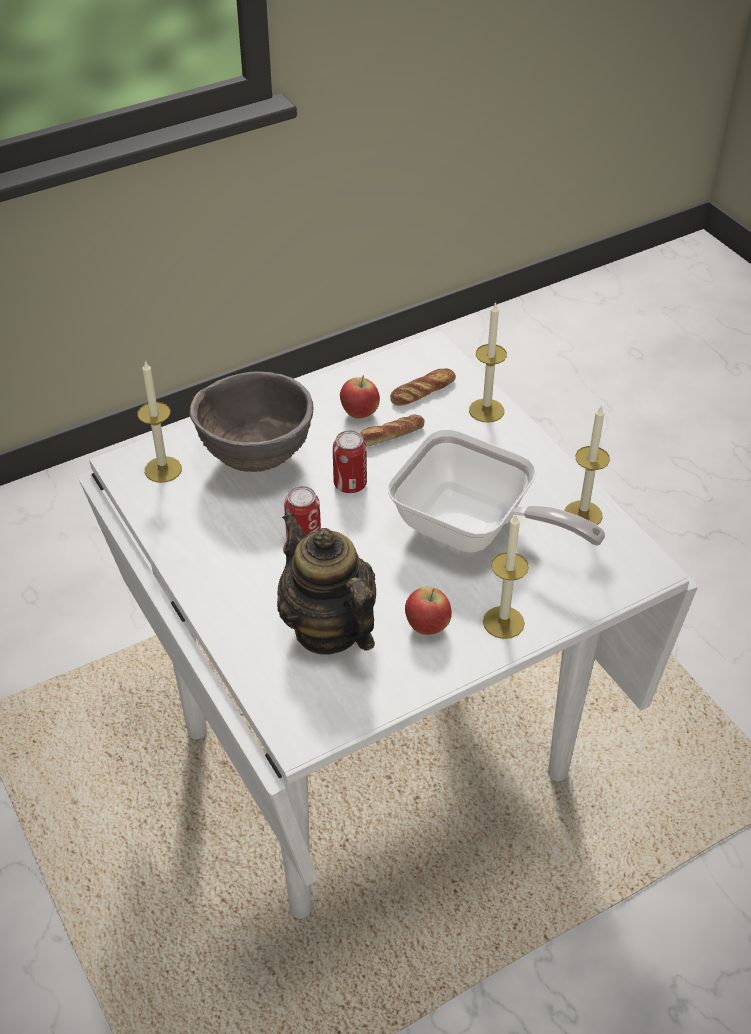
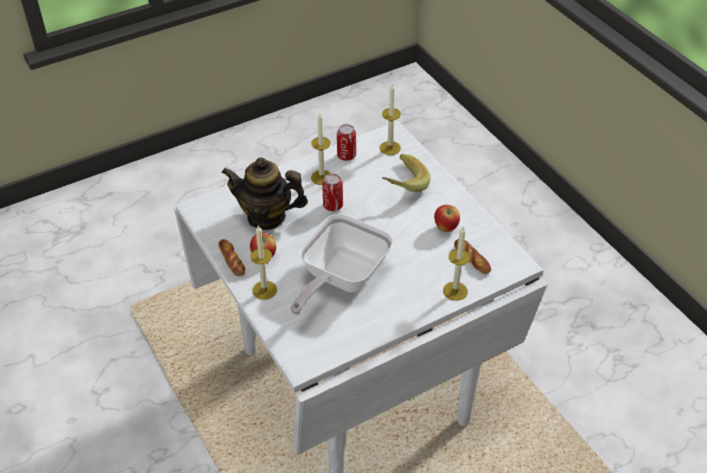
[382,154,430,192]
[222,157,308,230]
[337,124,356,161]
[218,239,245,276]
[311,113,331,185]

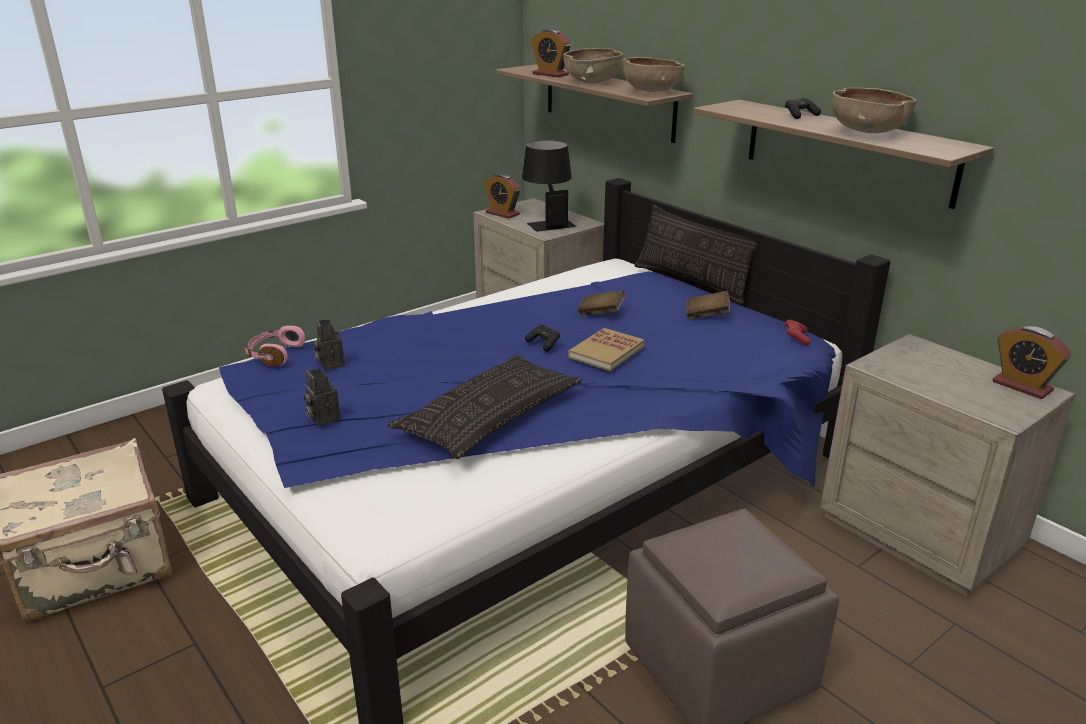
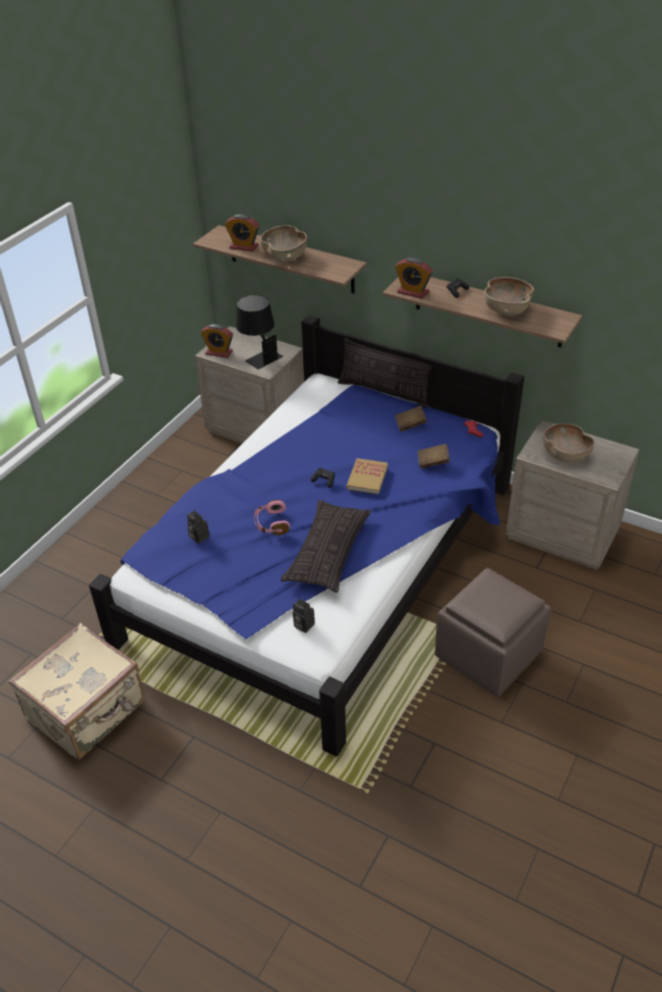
[254,500,290,535]
[293,598,315,633]
[418,444,450,469]
[543,423,595,462]
[395,258,433,299]

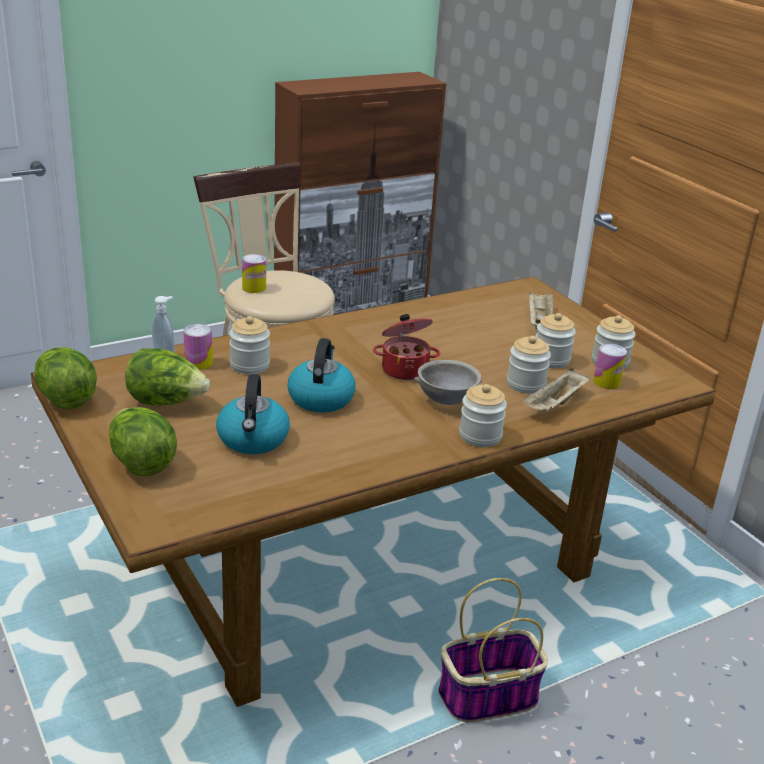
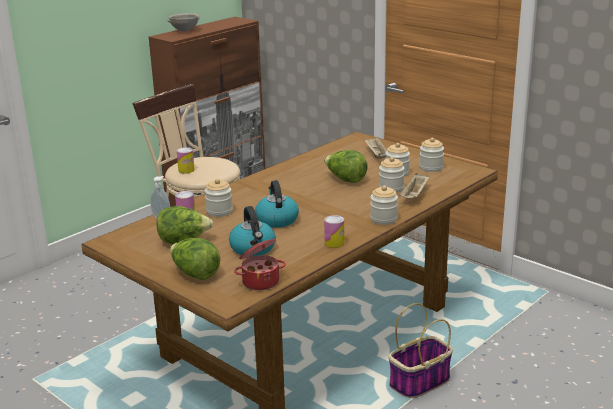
[324,150,368,183]
[234,239,286,290]
[168,13,200,31]
[324,215,344,248]

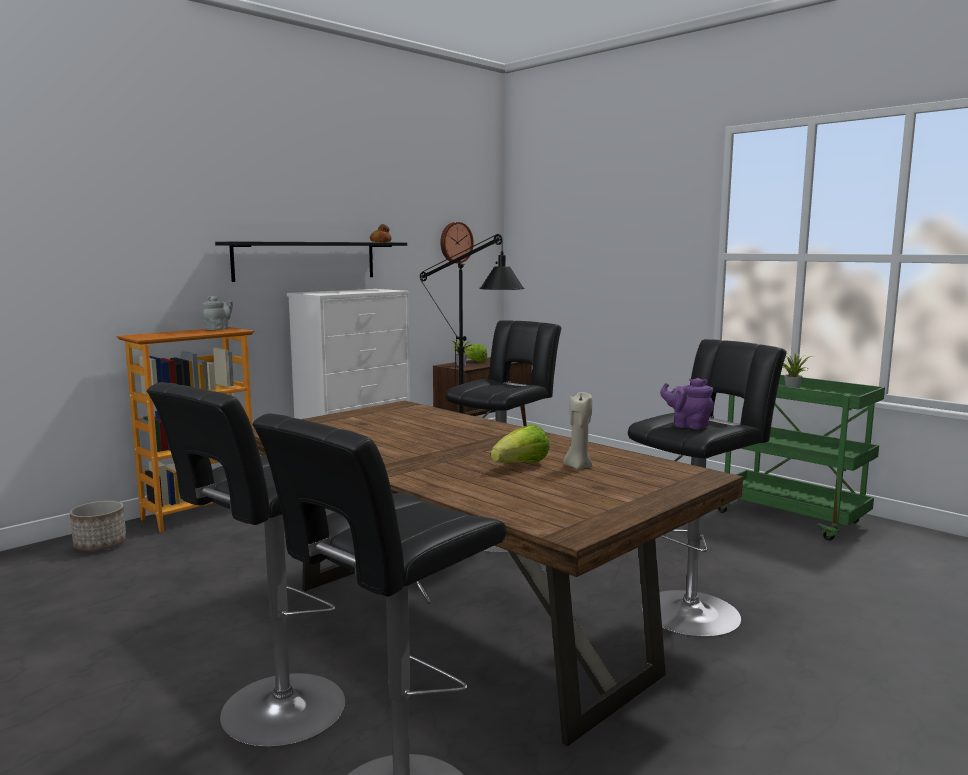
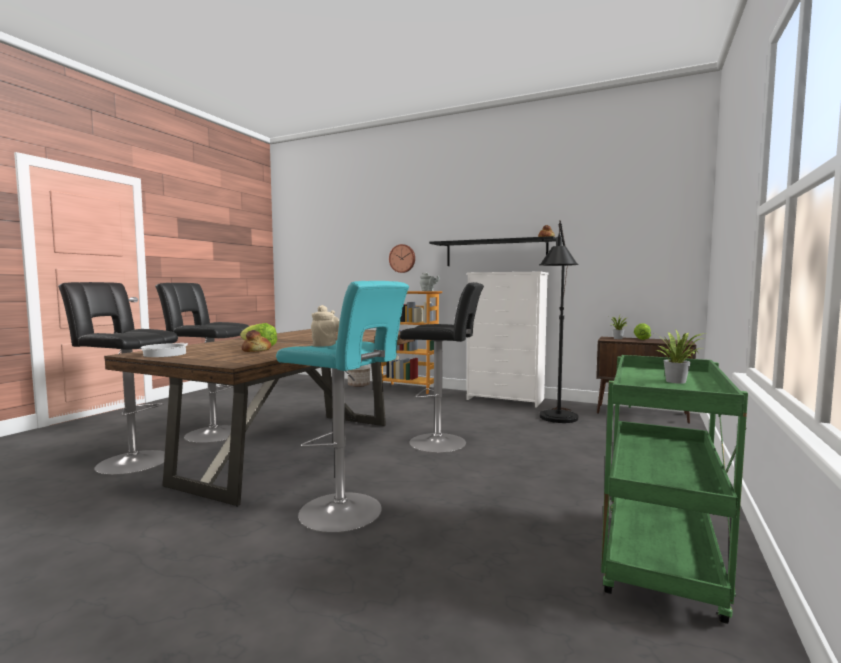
[389,244,415,273]
[242,330,271,352]
[276,281,409,533]
[311,305,340,346]
[141,343,188,357]

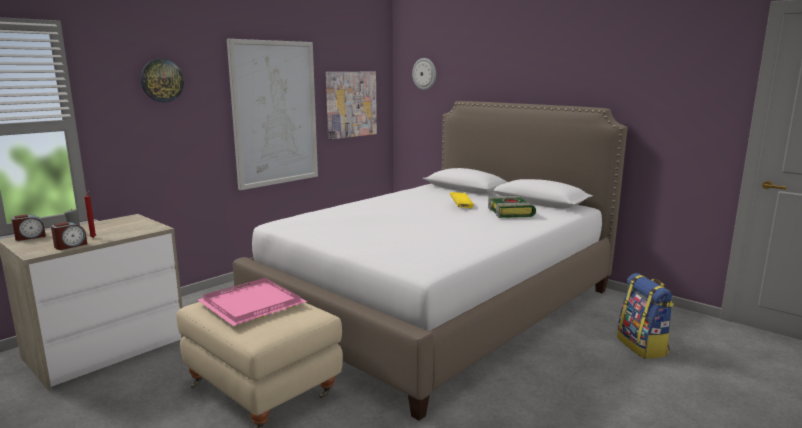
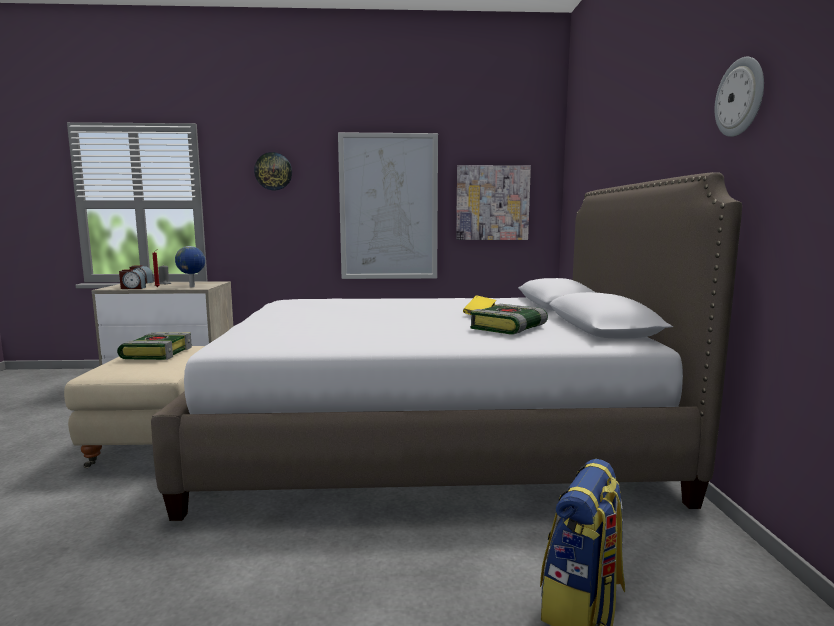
[117,332,192,360]
[715,57,764,137]
[175,246,205,287]

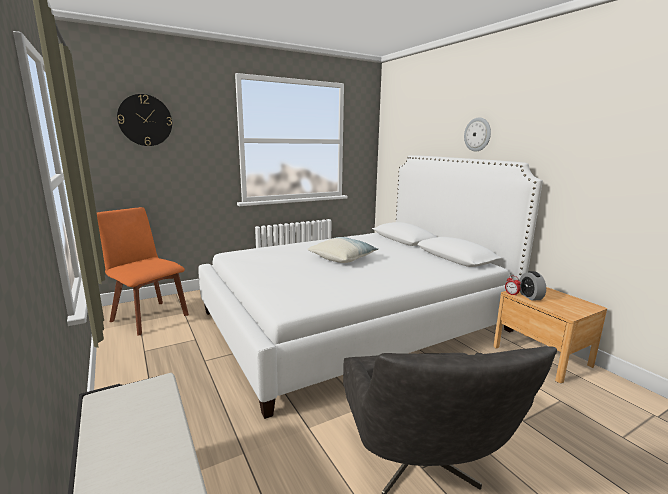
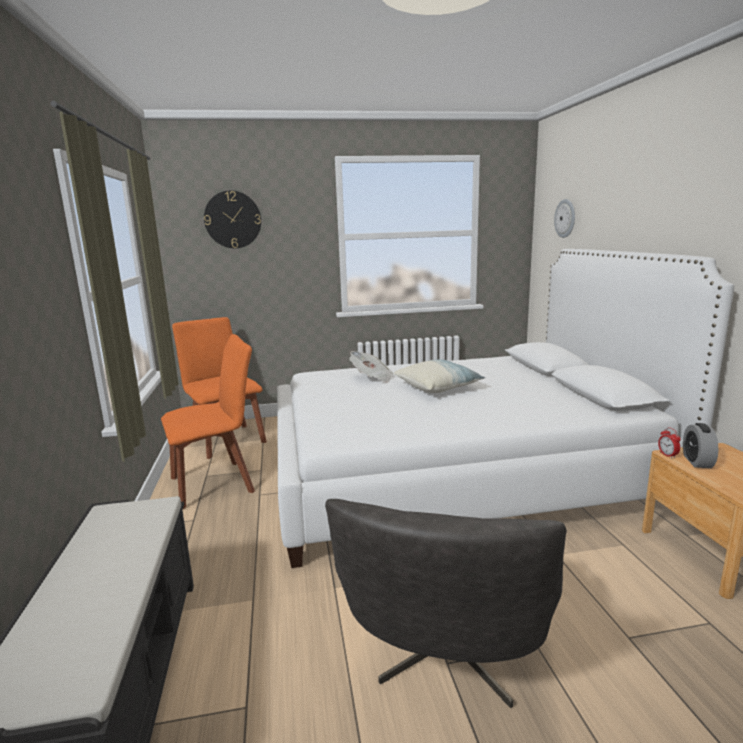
[554,199,575,238]
[161,334,255,509]
[349,351,393,382]

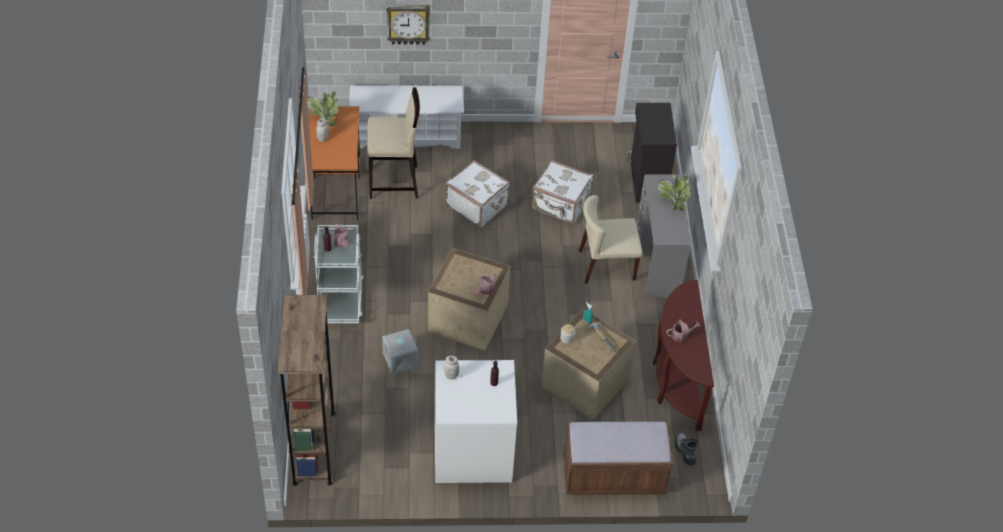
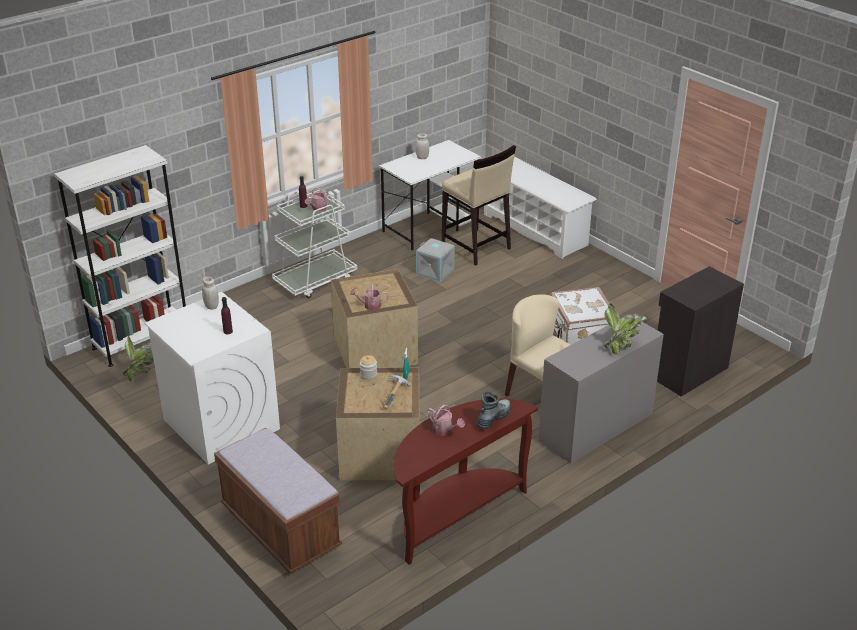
[54,145,186,367]
[123,336,154,382]
[379,140,481,250]
[416,238,455,282]
[387,5,430,45] (first image)
[446,160,510,227] (first image)
[476,391,511,429]

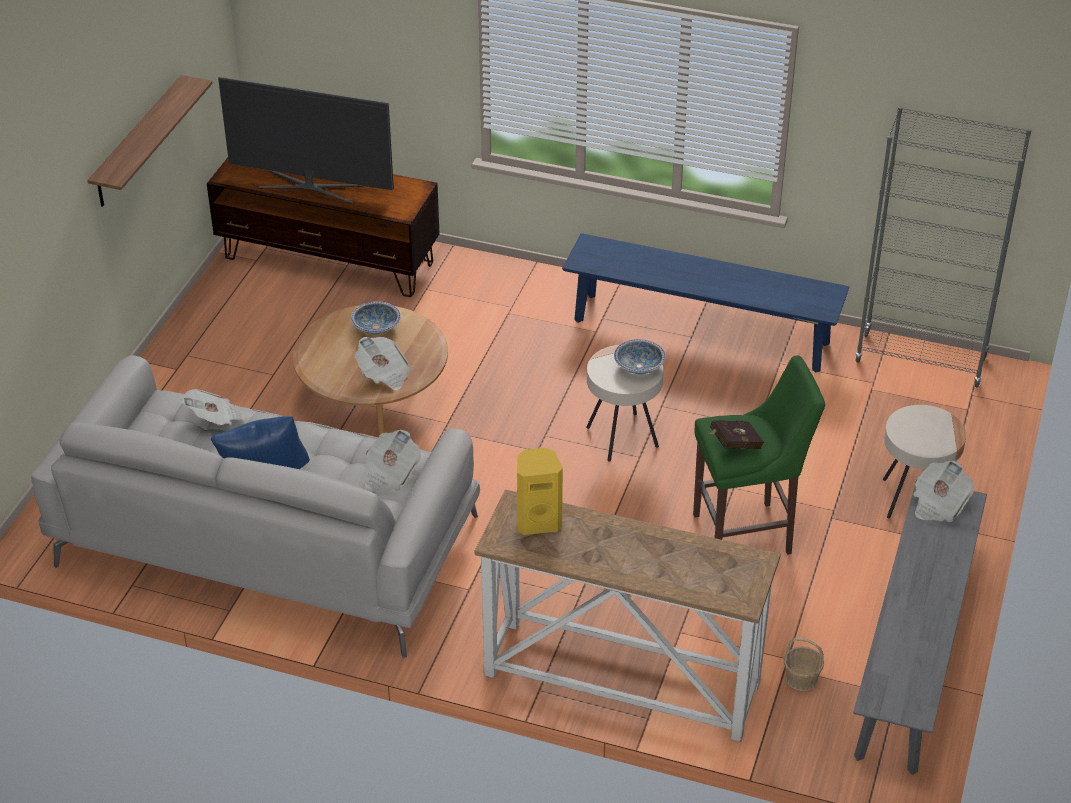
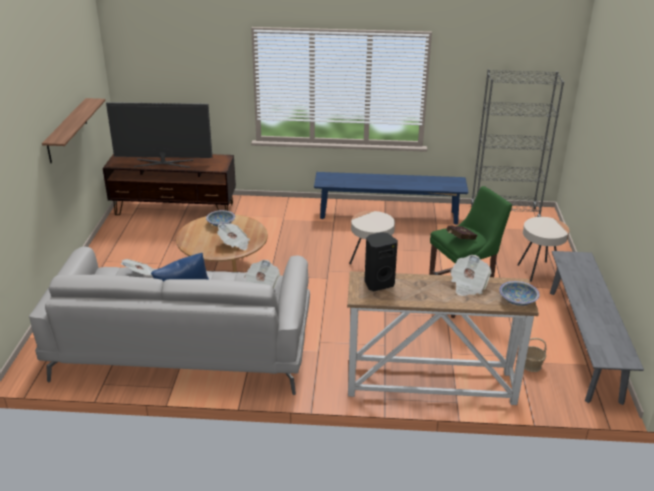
[365,232,398,291]
[499,281,540,306]
[450,255,491,296]

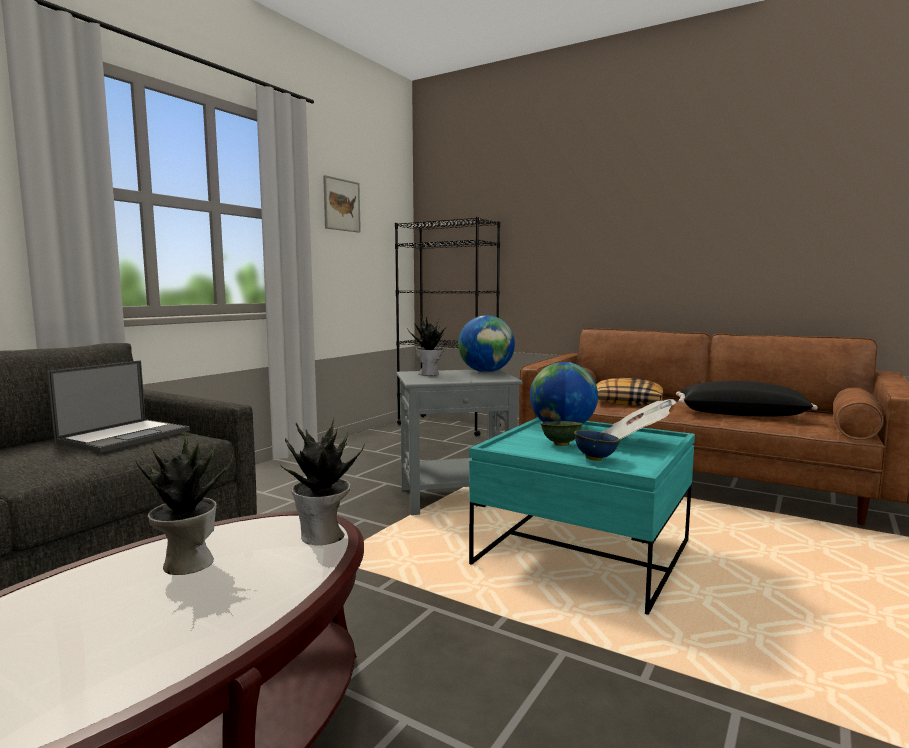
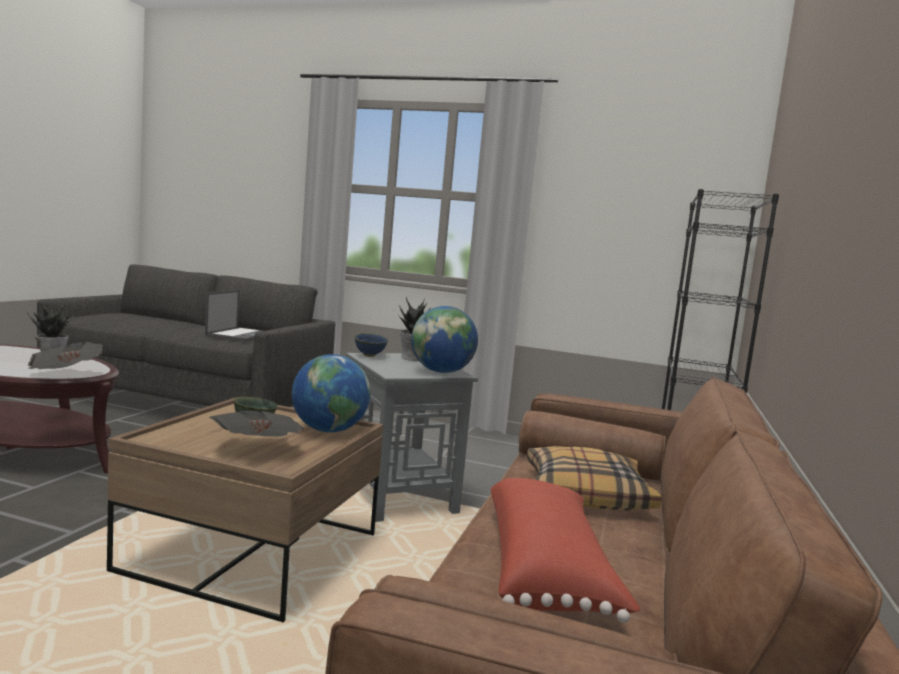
[205,290,262,342]
[28,342,103,369]
[323,175,361,233] (first image)
[107,397,383,622]
[354,333,388,357]
[490,478,640,623]

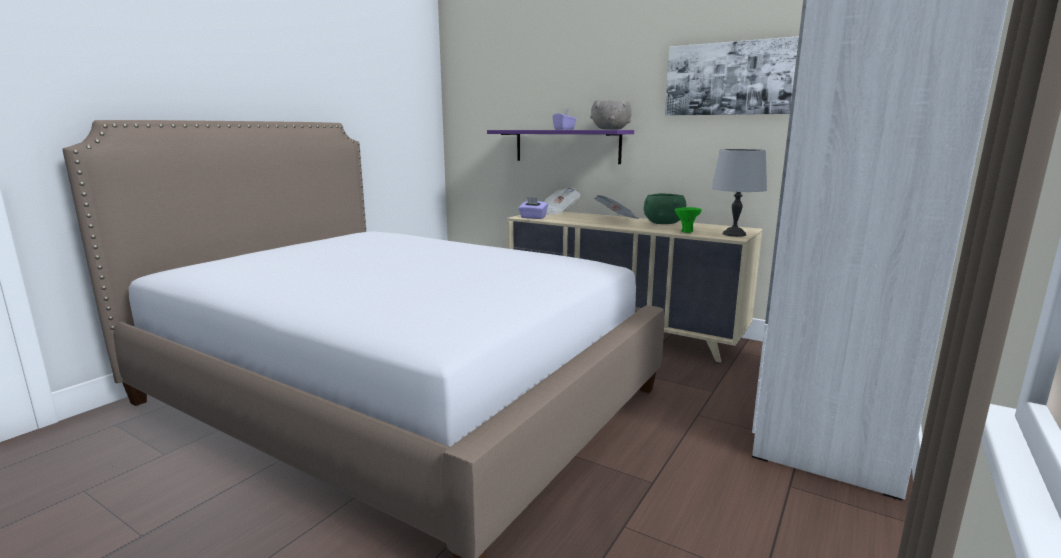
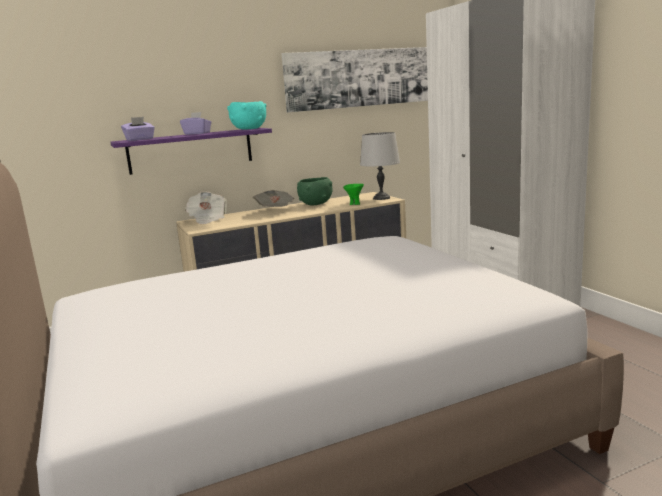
[121,117,155,141]
[227,101,267,129]

